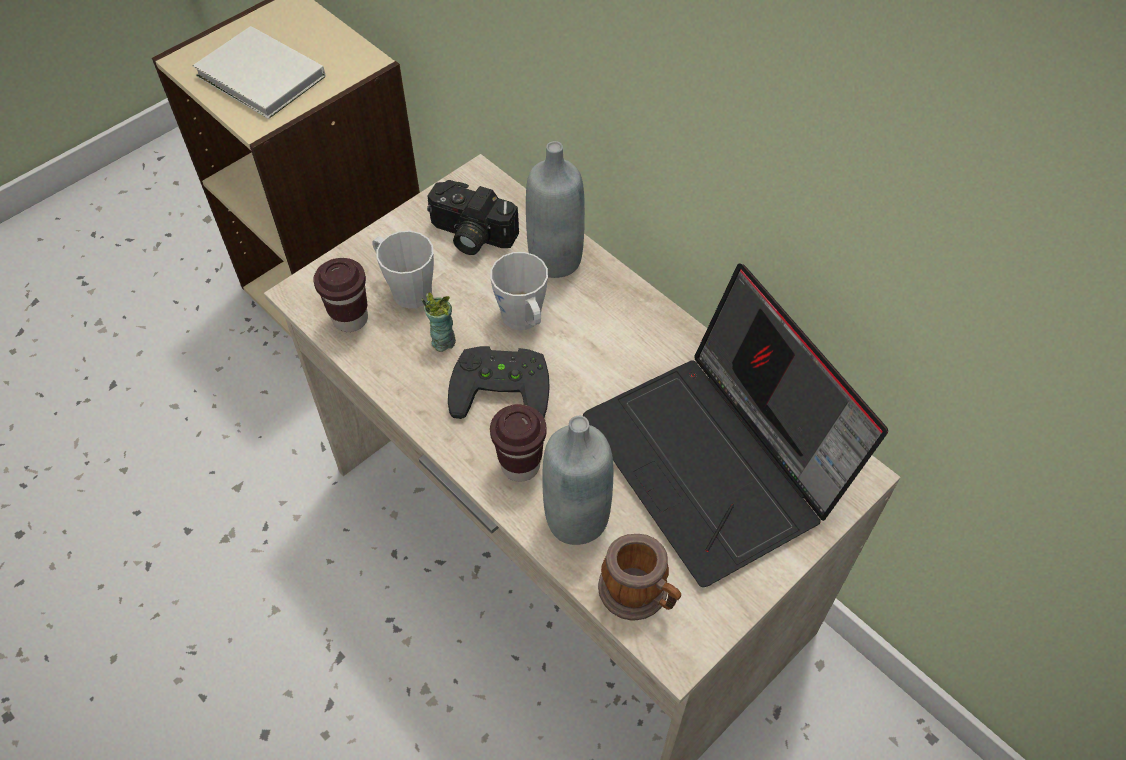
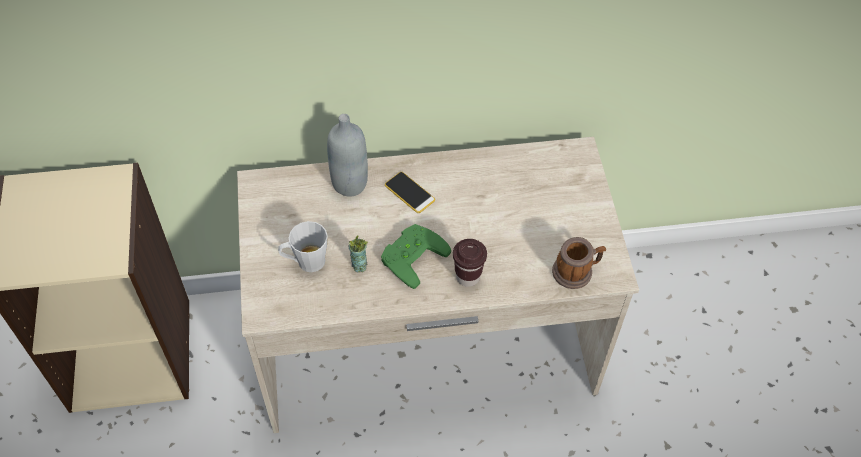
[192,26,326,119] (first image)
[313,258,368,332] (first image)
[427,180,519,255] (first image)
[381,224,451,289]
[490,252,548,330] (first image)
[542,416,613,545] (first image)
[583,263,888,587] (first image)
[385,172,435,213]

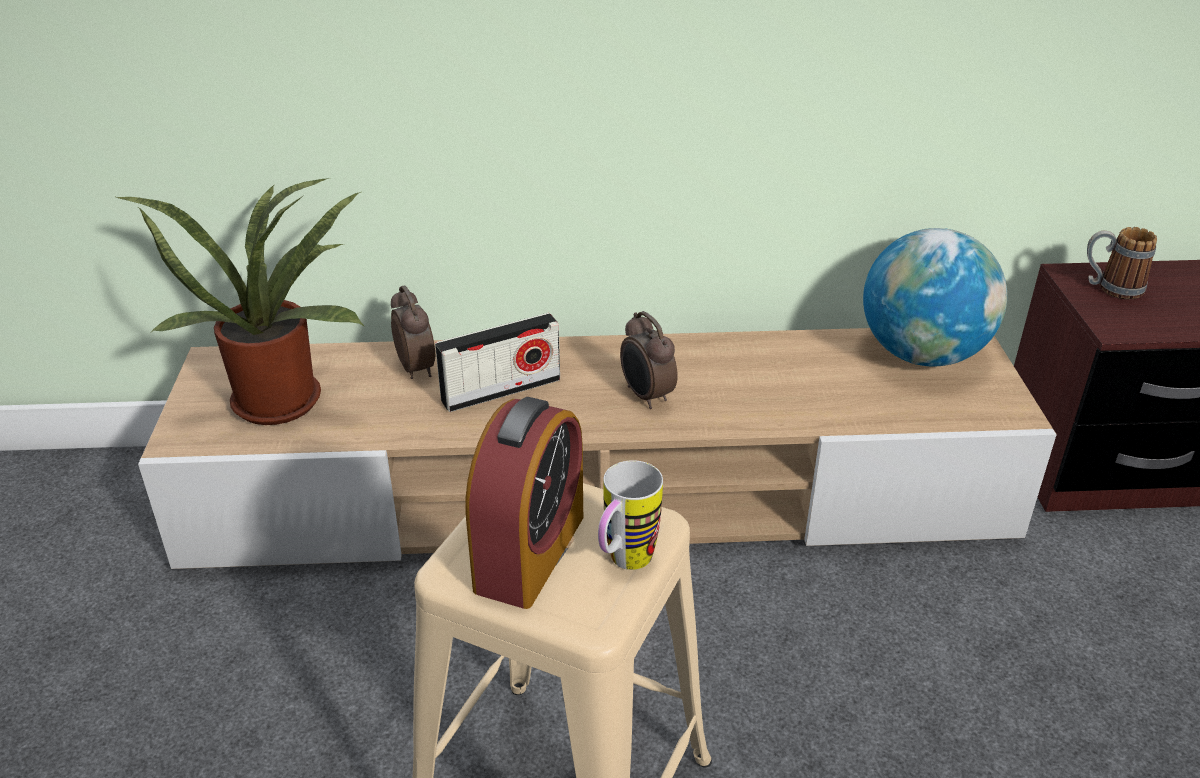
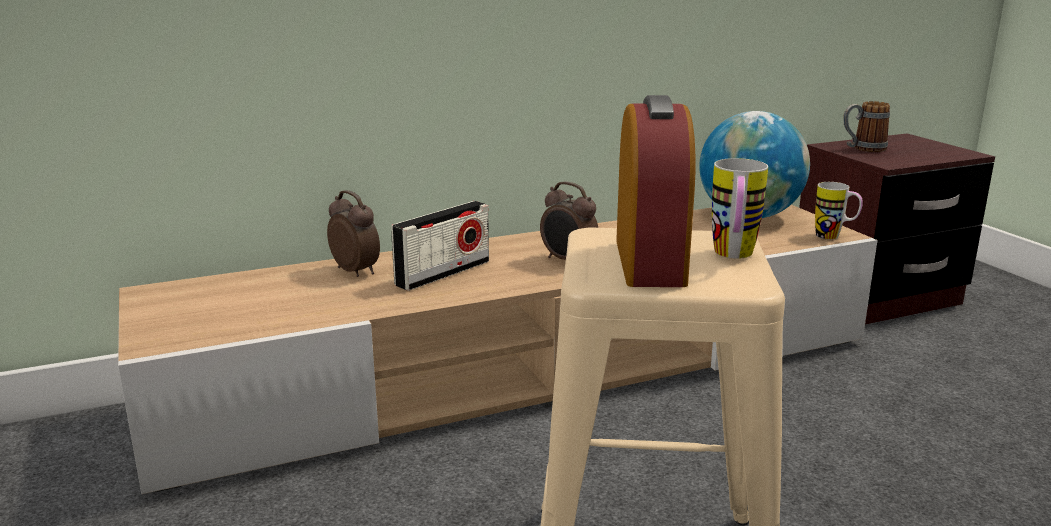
[114,178,365,425] (first image)
[815,182,863,239]

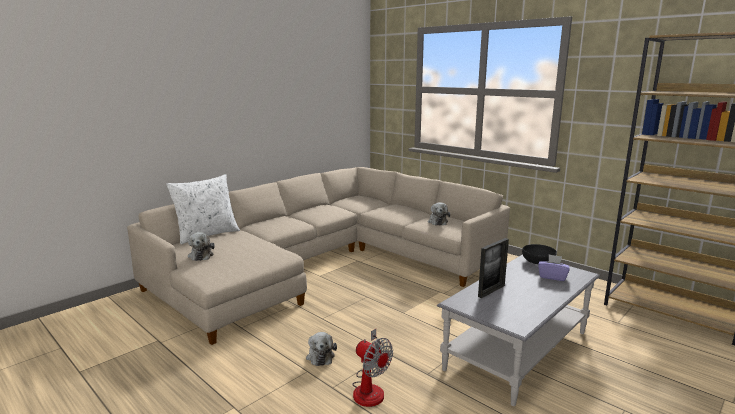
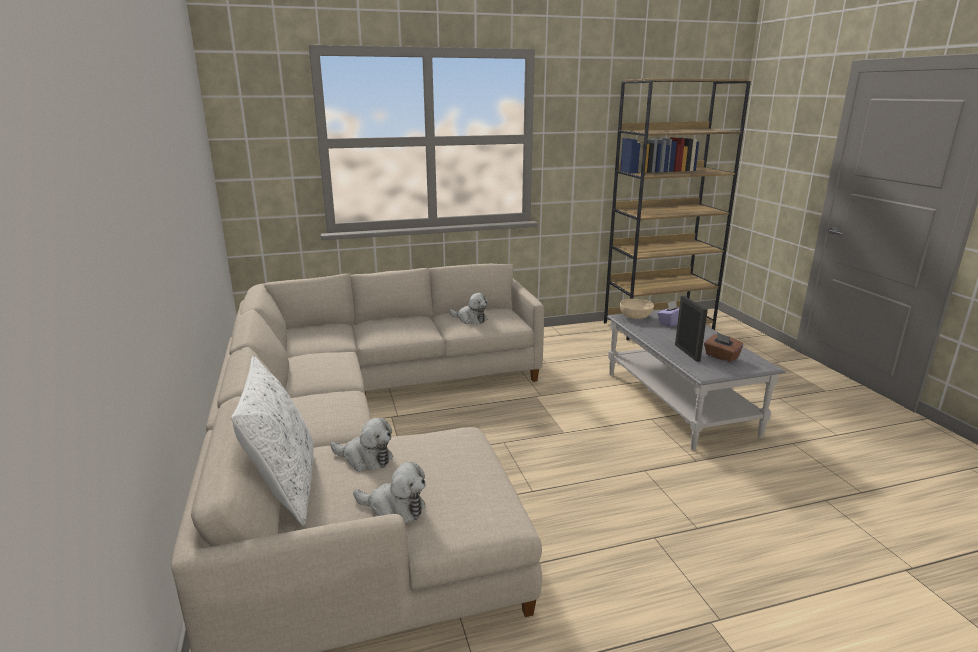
[330,418,393,471]
[352,329,393,407] (first image)
[620,299,654,319]
[704,333,744,362]

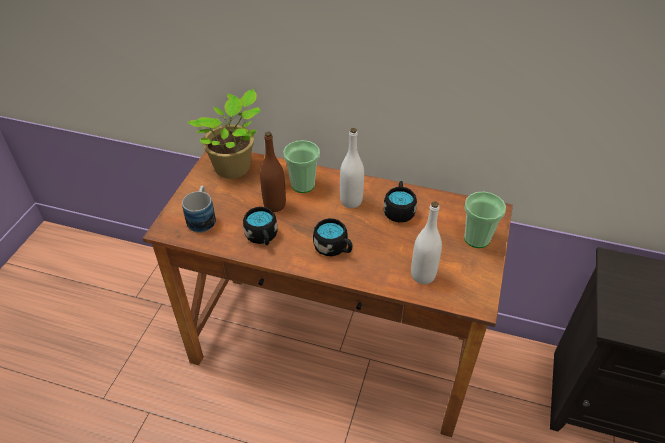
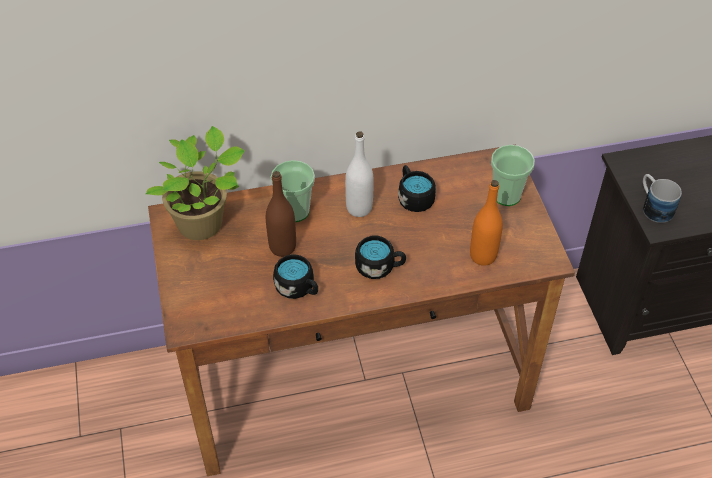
[643,174,682,223]
[470,180,503,266]

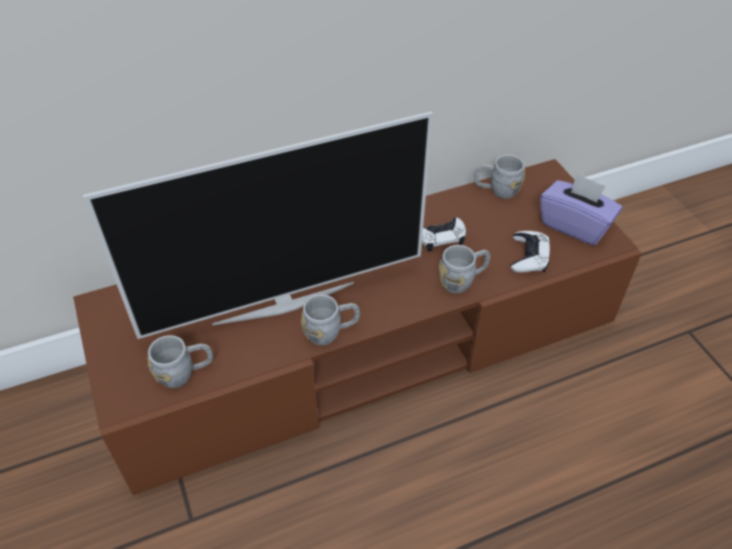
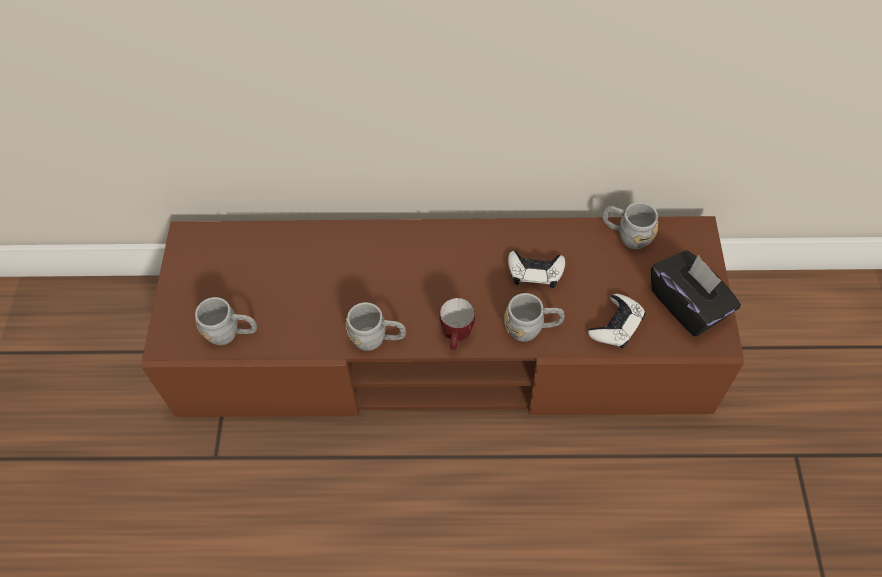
[83,111,433,339] (first image)
[651,250,741,336]
[440,298,475,350]

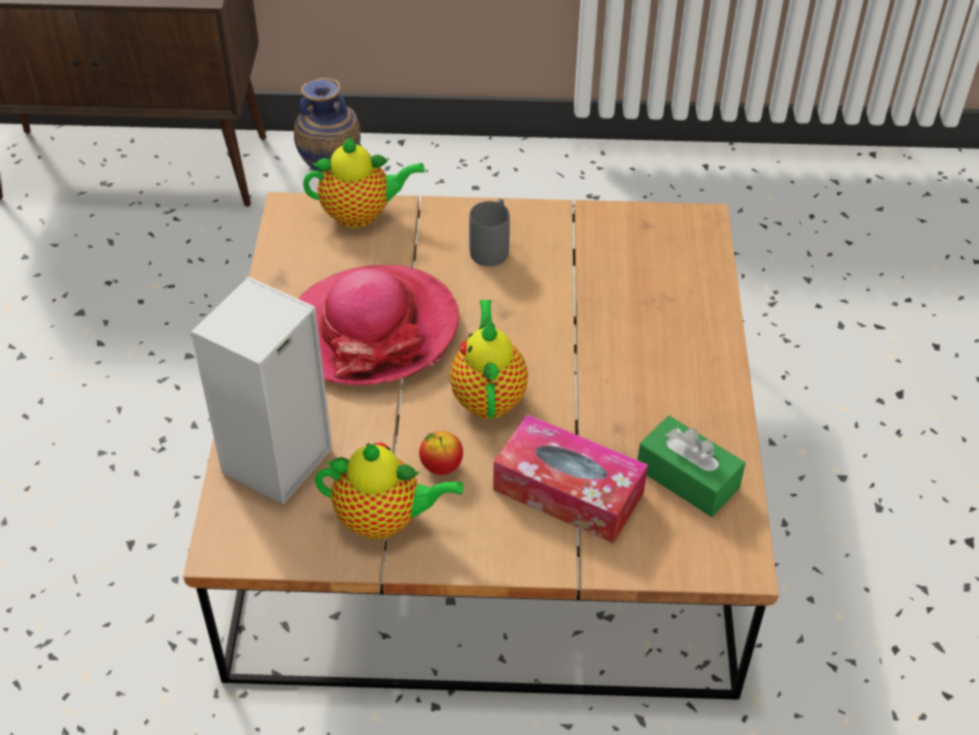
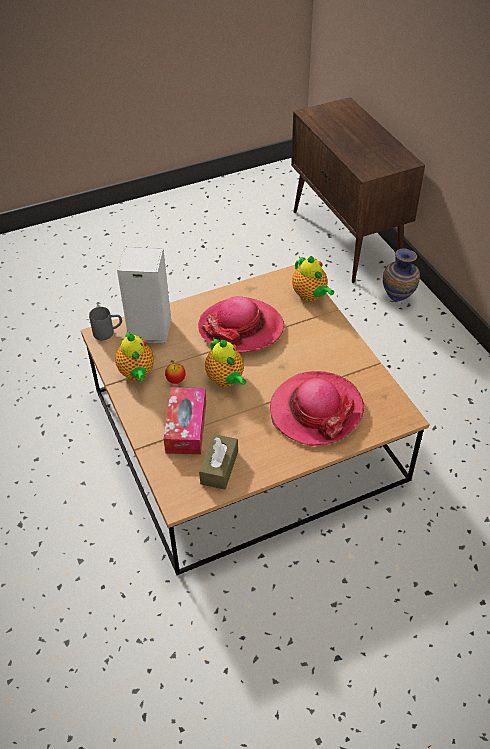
[205,338,246,387]
[89,307,122,340]
[199,434,238,490]
[270,371,365,446]

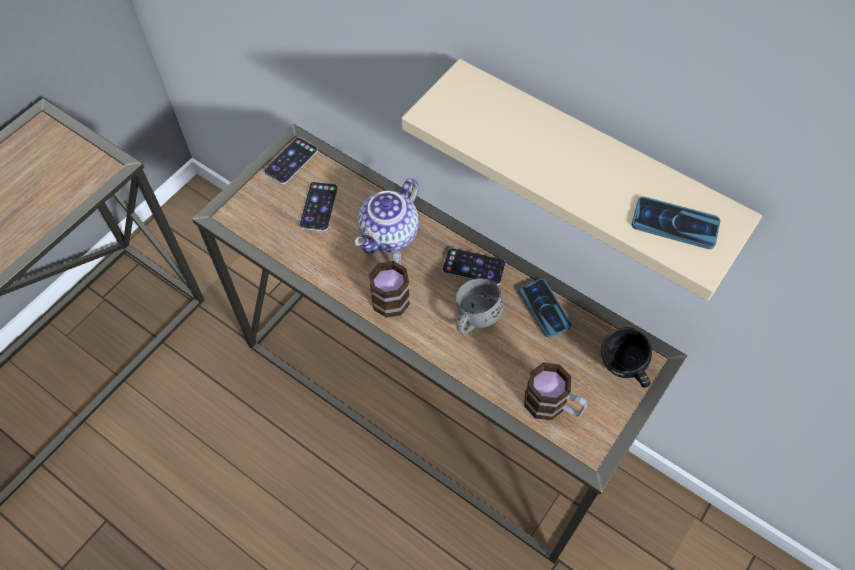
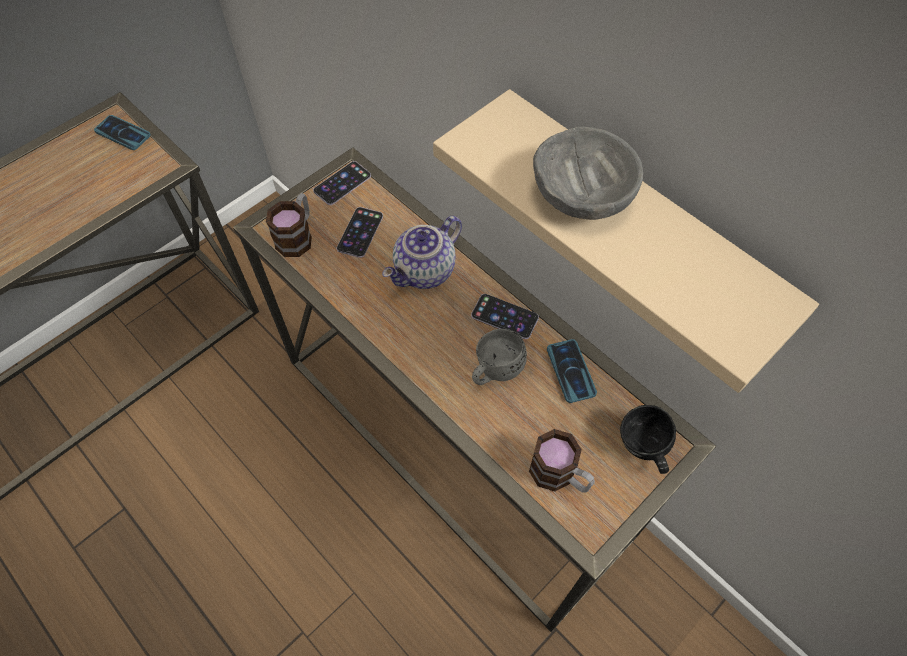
[266,193,312,257]
[94,115,151,150]
[533,127,643,220]

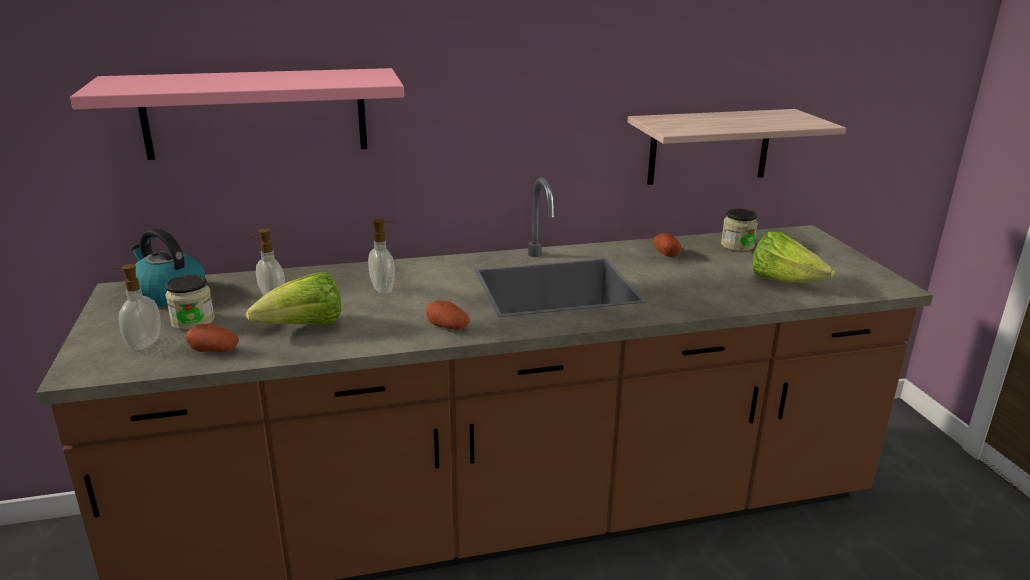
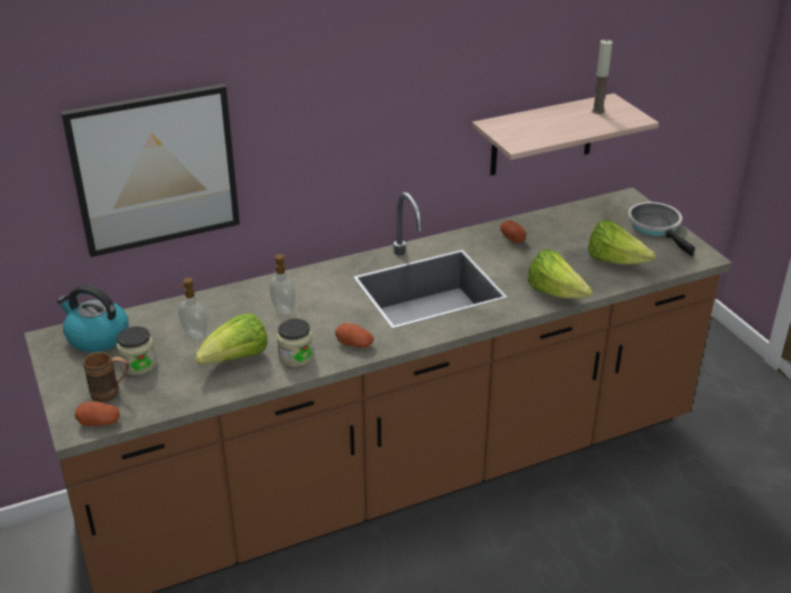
[61,84,240,257]
[83,352,129,402]
[74,401,120,426]
[277,319,313,367]
[528,249,593,299]
[592,39,613,114]
[628,202,695,257]

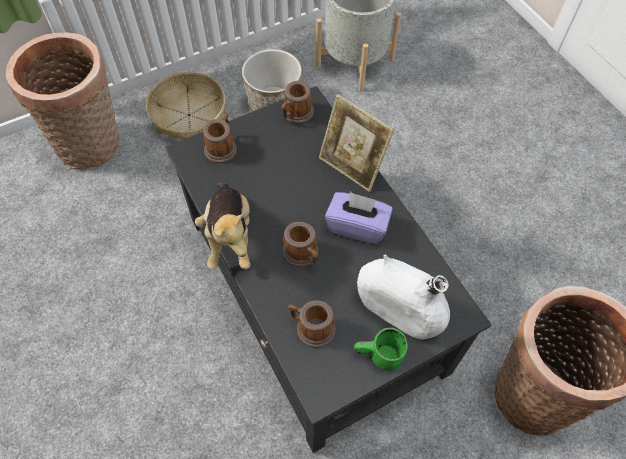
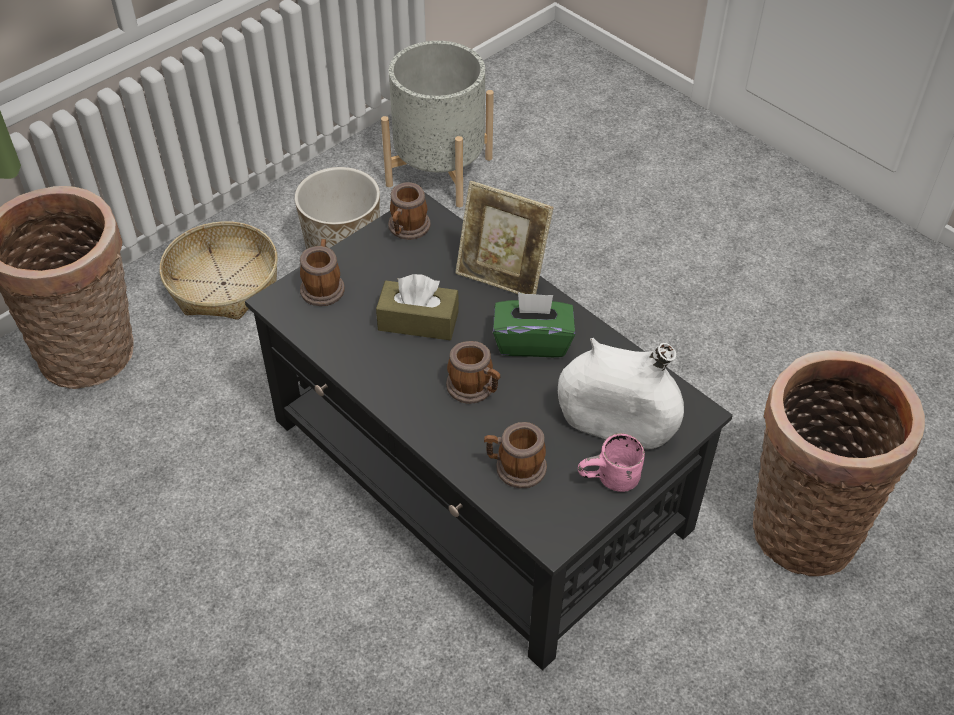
[195,182,250,270] (first image)
[493,292,575,357]
[578,433,645,492]
[376,274,459,340]

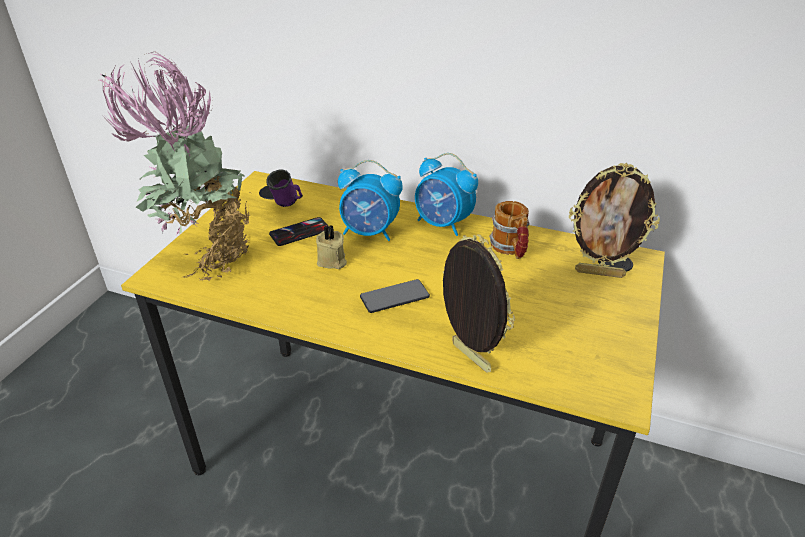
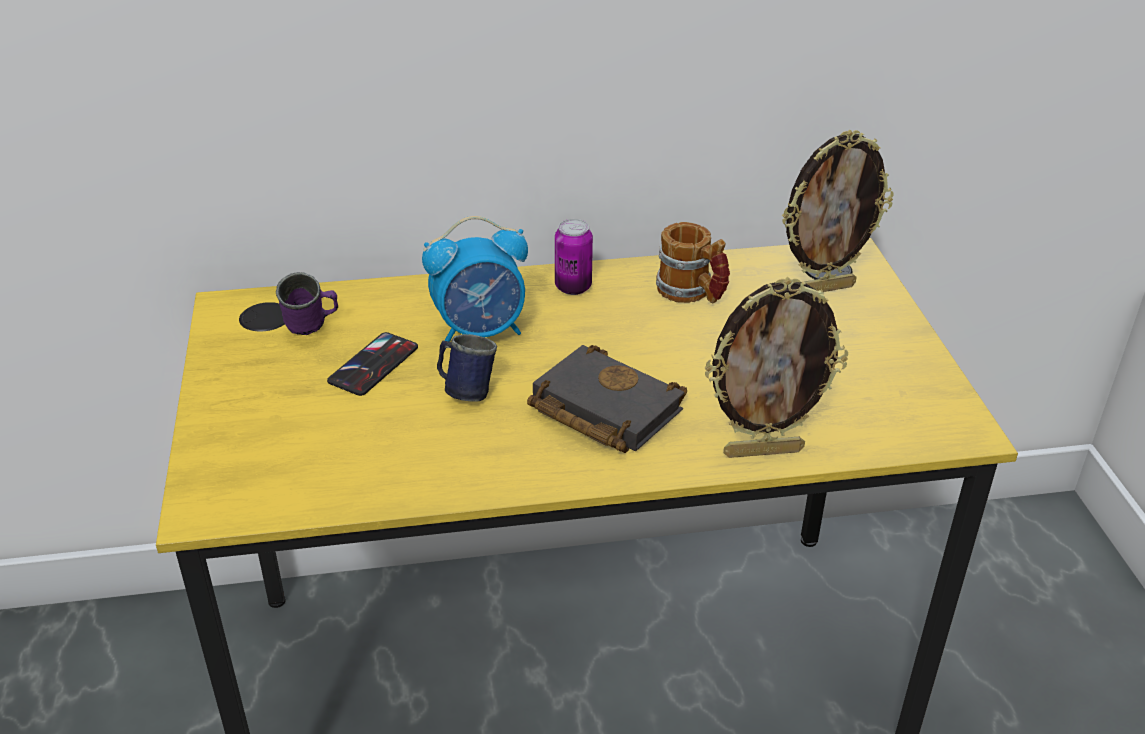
[99,52,253,281] (first image)
[437,334,497,402]
[527,345,687,453]
[555,219,593,295]
[705,277,848,458]

